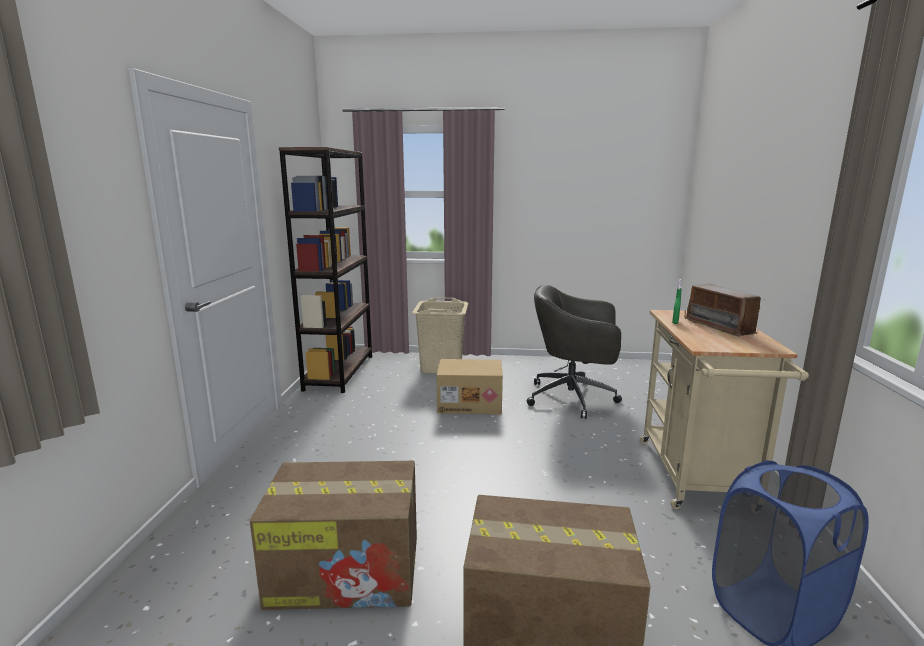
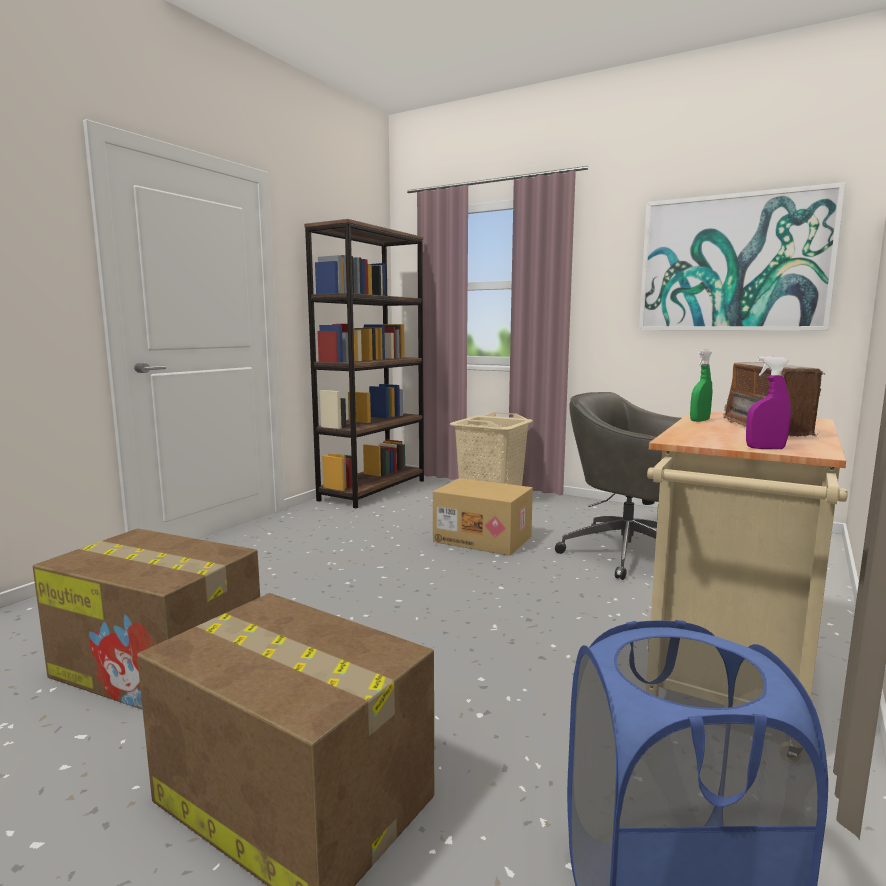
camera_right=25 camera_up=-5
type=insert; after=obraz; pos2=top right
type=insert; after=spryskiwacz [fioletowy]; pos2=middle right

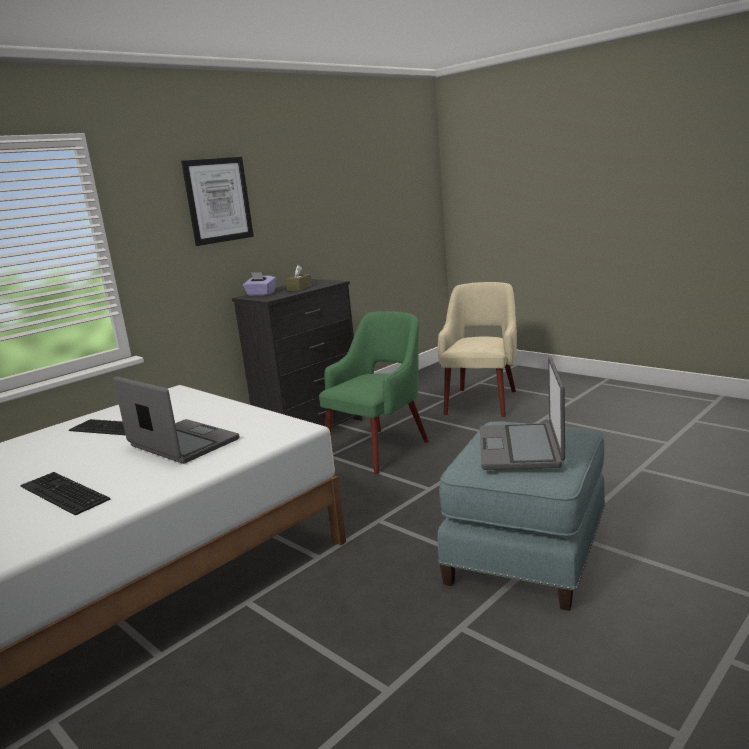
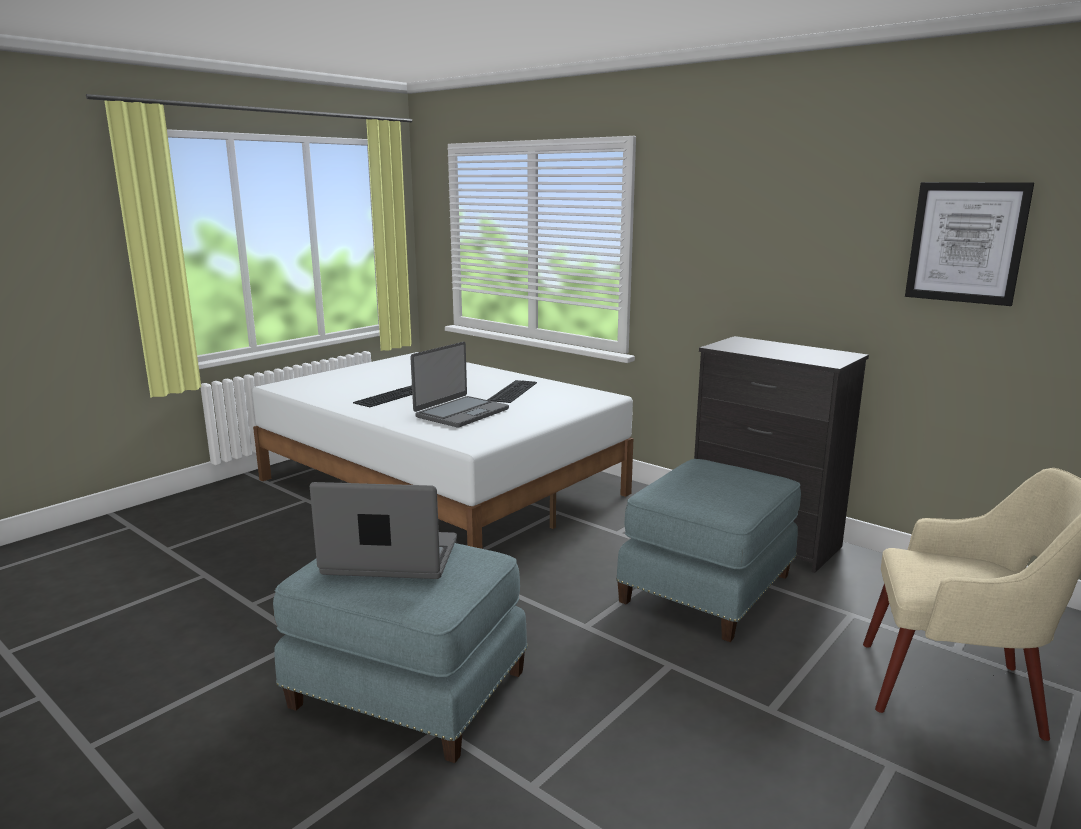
camera_right=85 camera_up=0
type=move; before=obraz; pos1=top left; pos2=top right
type=delete; before=pudełko chusteczek [fioletowy]; pos1=centre
type=delete; before=pudełko chusteczek [brązowy]; pos1=centre
type=replace; before=fotel [zielony]; after=pufa [niebieski] (2nd from left); pos1=centre; pos2=centre

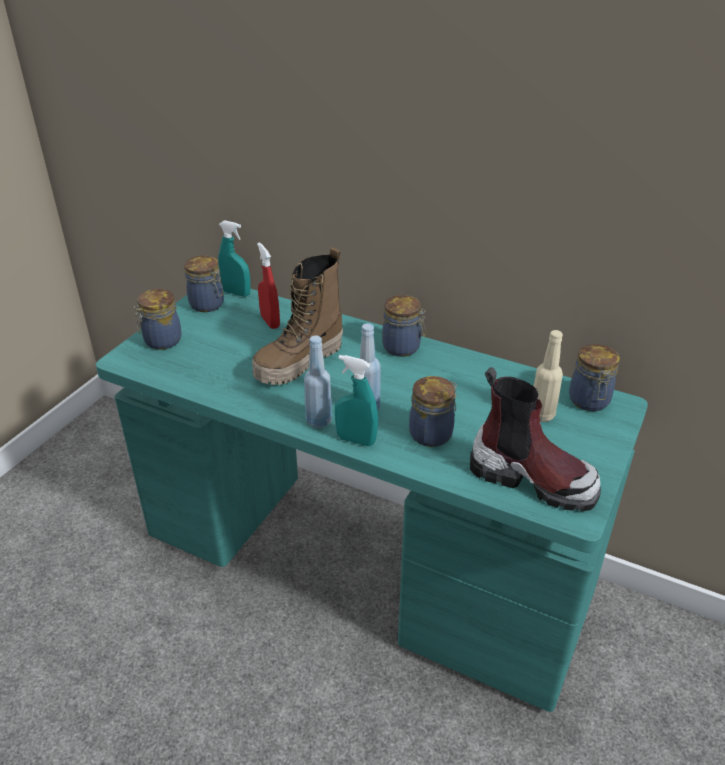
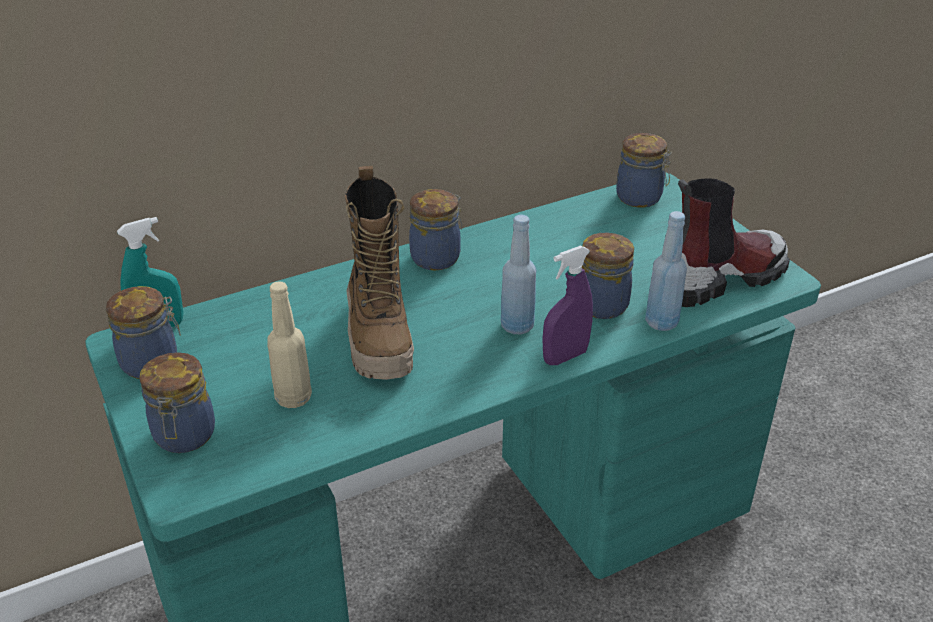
camera_right=-55 camera_up=0
type=delete; before=spryskiwacz [czerwony]; pos1=centre
type=move; before=butelka [niebieski] (1st from left in the first image); after=butelka [niebieski] (2nd from left); pos1=centre; pos2=middle right
type=recolor; before=spryskiwacz [turkusowy] (2nd from left); after=spryskiwacz [fioletowy]; pos1=centre; pos2=centre
type=move; before=butelka [beżowy]; pos1=middle right; pos2=middle left

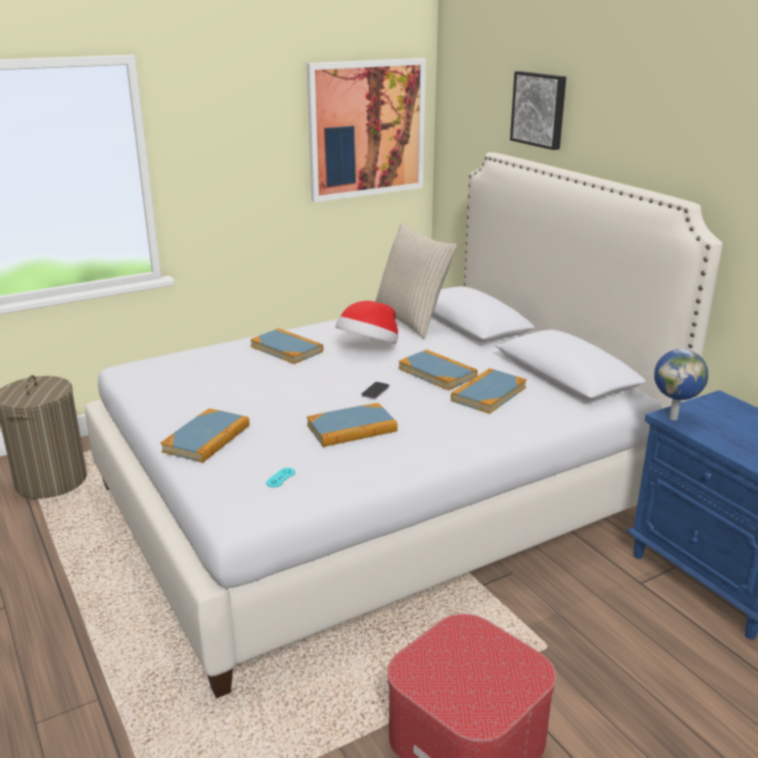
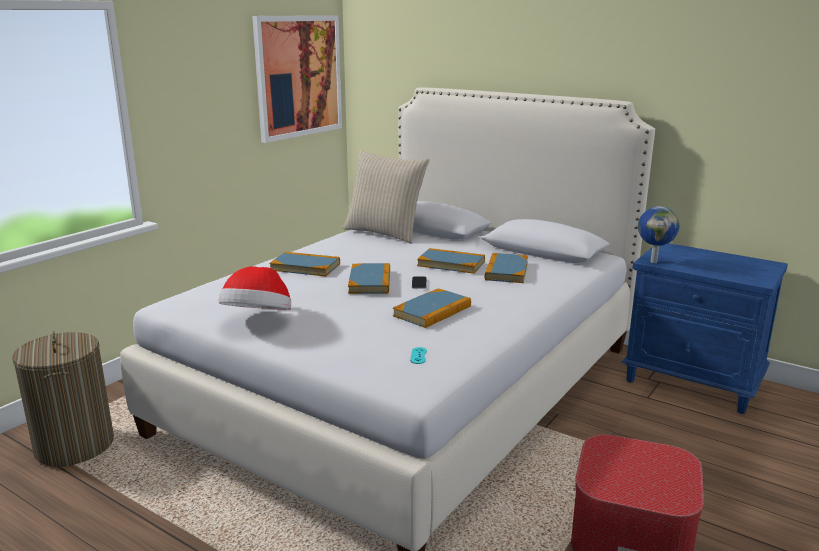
camera_right=-25 camera_up=-5
type=move; before=książka (1st from left in the first image); after=książka (2nd from left); pos1=middle left; pos2=centre
type=move; before=kapelusz; pos1=centre; pos2=middle left
type=delete; before=obraz (2nd from left); pos1=top right

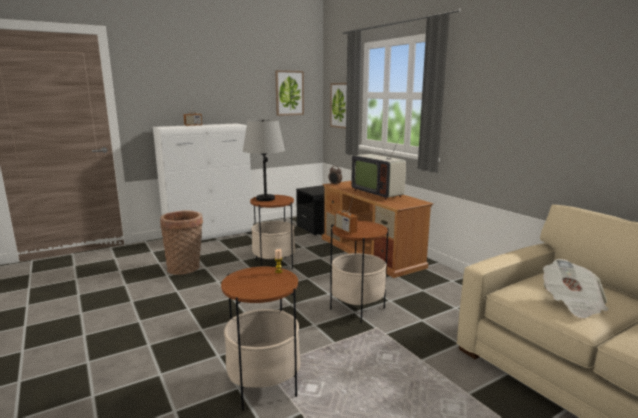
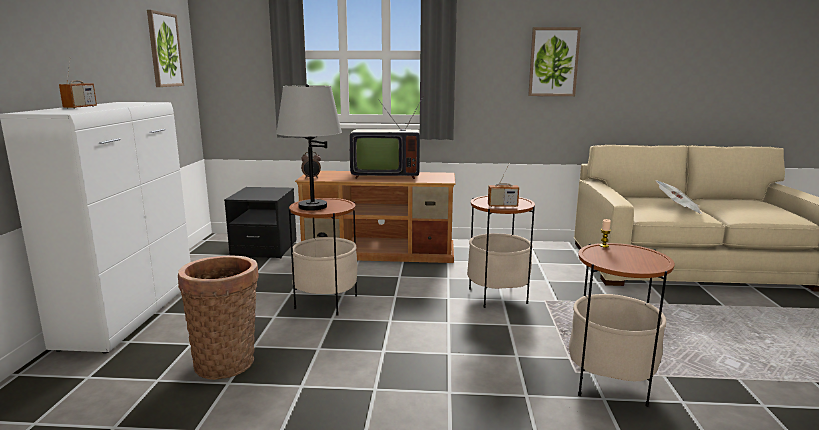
camera_right=-55 camera_up=0
type=move; before=obraz (2nd from left); pos1=top centre; pos2=top right

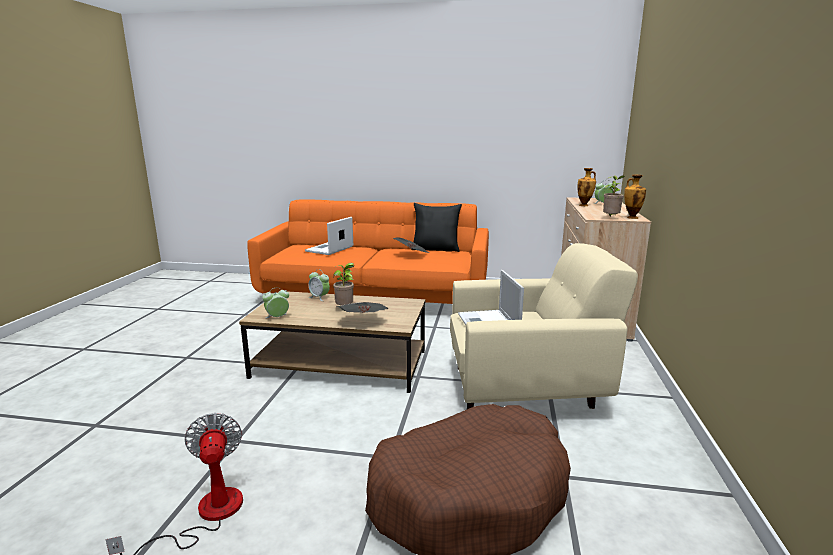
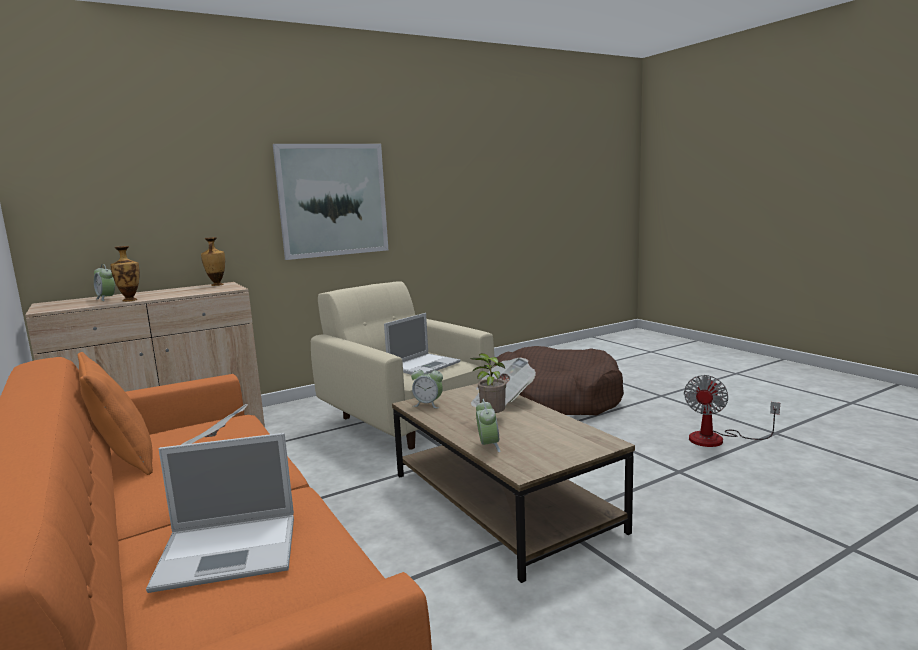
camera_right=-130 camera_up=-5
type=move; before=budzik (1st from left in the first image); after=budzik (2nd from left); pos1=middle left; pos2=centre
type=recolor; before=poduszka [czarny]; after=poduszka [pomarańczowy]; pos1=centre; pos2=middle left
type=delete; before=roślina doniczkowa (2nd from left); pos1=middle right
type=insert; after=obraz; pos2=top centre

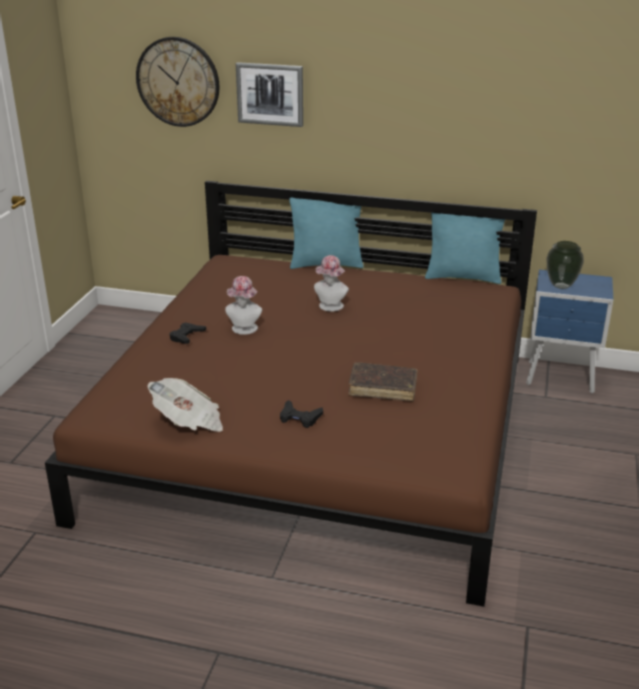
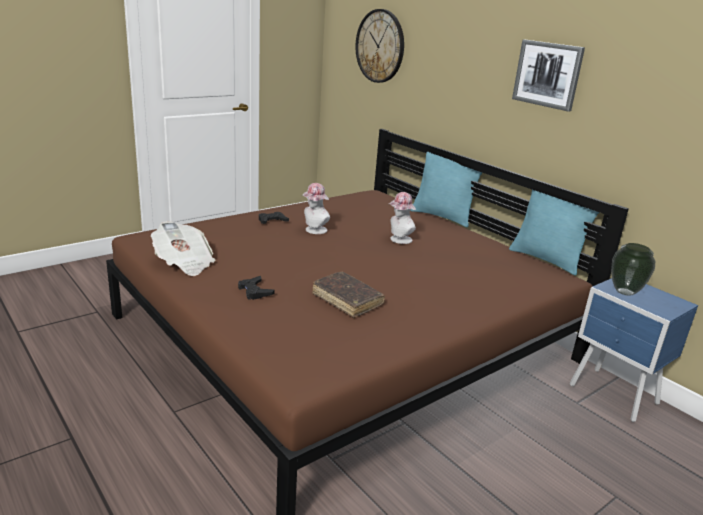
camera_right=35 camera_up=-5
type=move; before=obraz; pos1=top centre; pos2=top right

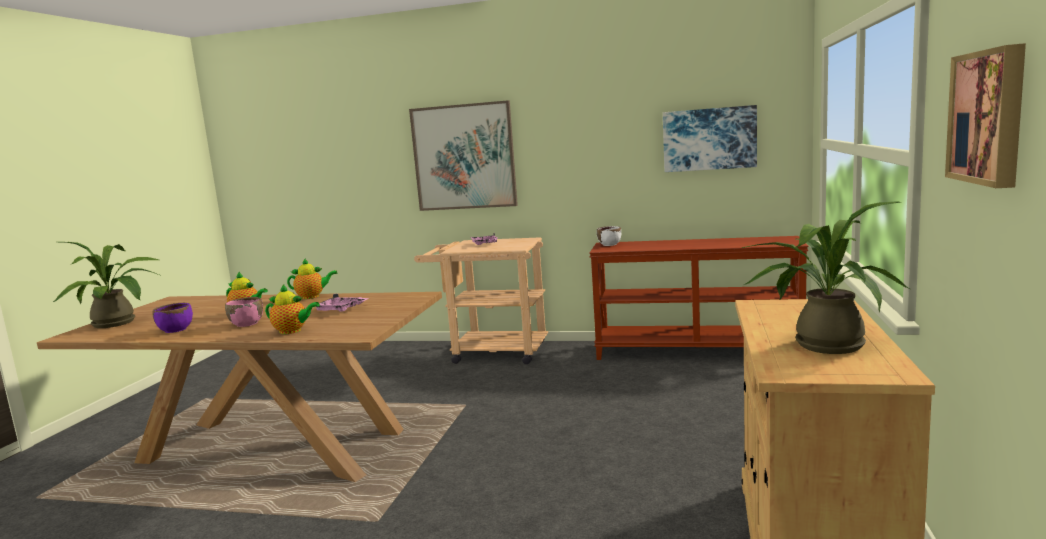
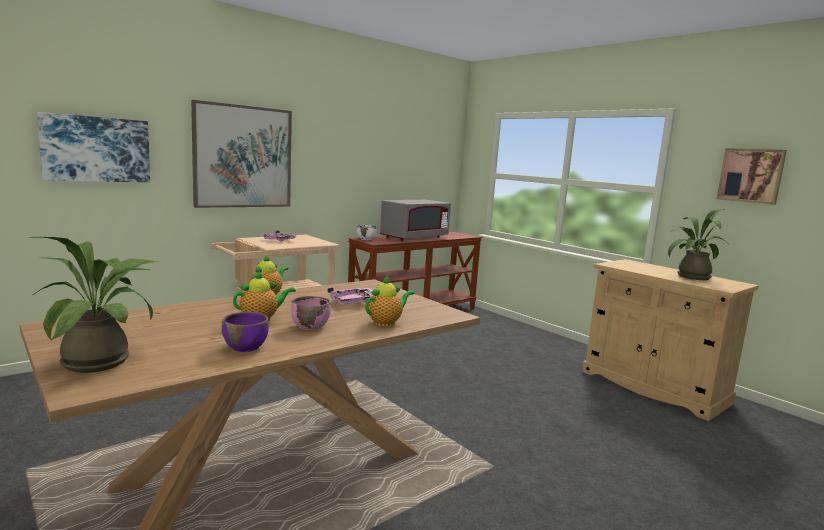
camera_right=-55 camera_up=0
type=move; before=obraz (2nd from left in the first image); after=obraz (1st from left); pos1=top right; pos2=top left
type=insert; after=mikrofalówka [szary]; pos2=centre

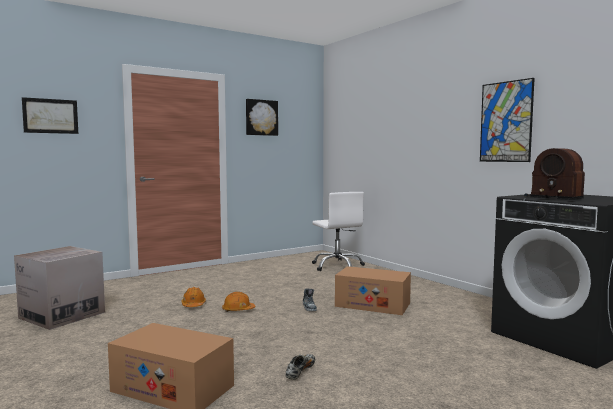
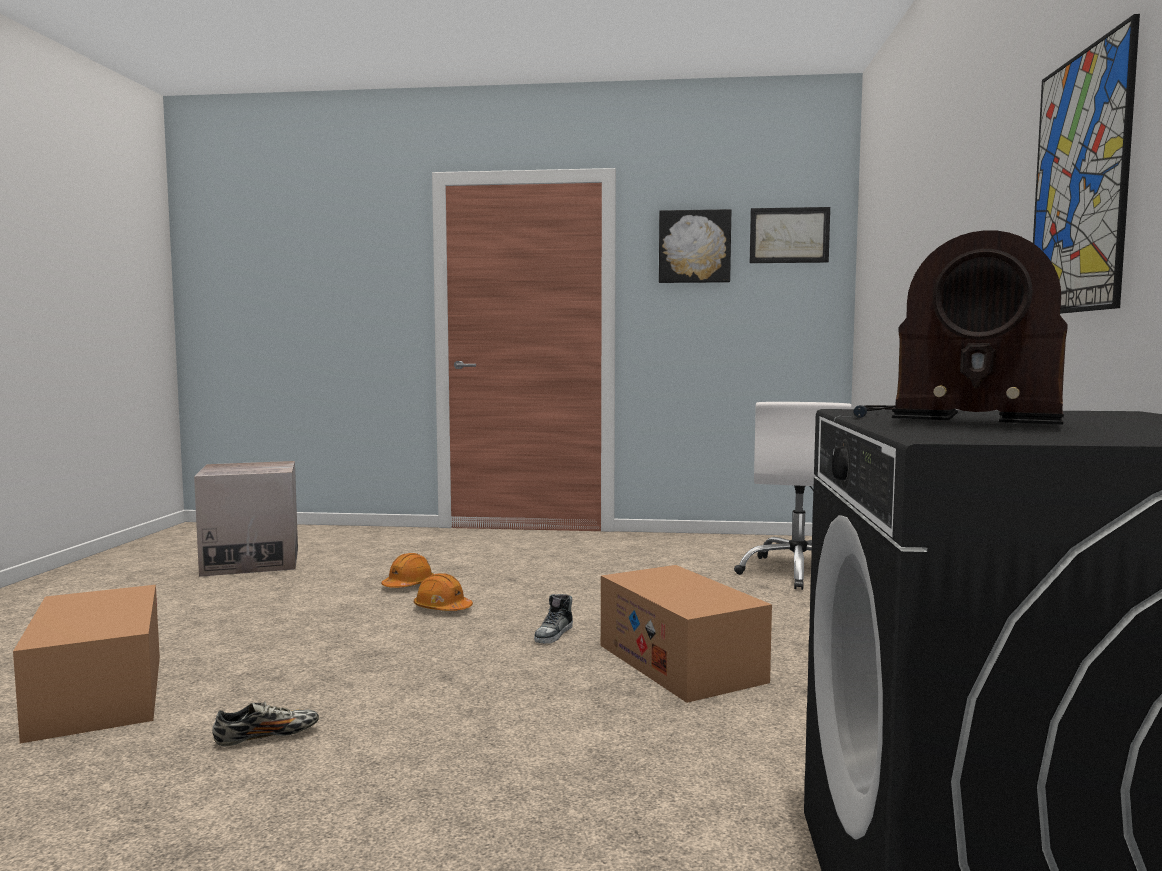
camera_right=40 camera_up=0
type=move; before=obraz (1st from left in the first image); after=obraz (2nd from left); pos1=top left; pos2=top right
type=rotate; before=radio; pos1=middle right; pos2=middle right; turn=-60

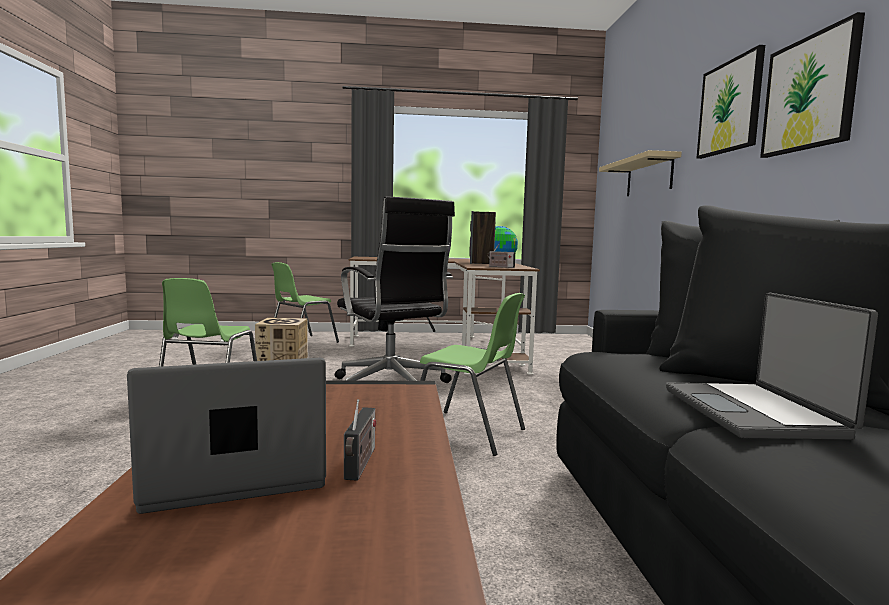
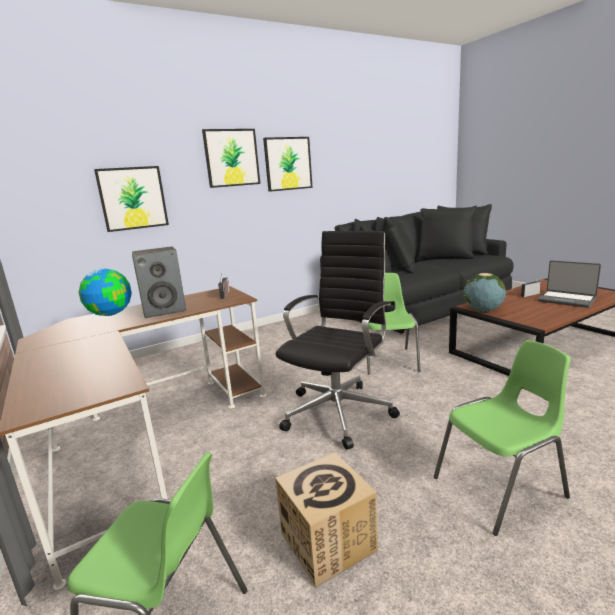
camera_right=-115 camera_up=10
type=replace; before=półka [beżowy]; after=obraz (1st from left); pos1=top right; pos2=top left
type=delete; before=laptop (2nd from left); pos1=middle right
type=insert; after=globus (2nd from left); pos2=middle right

